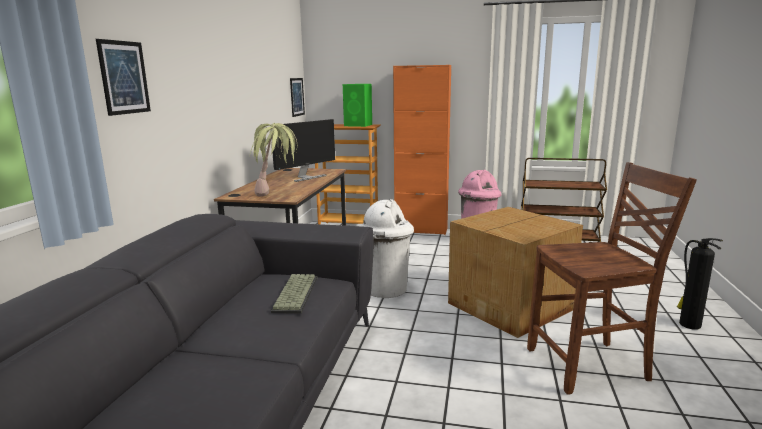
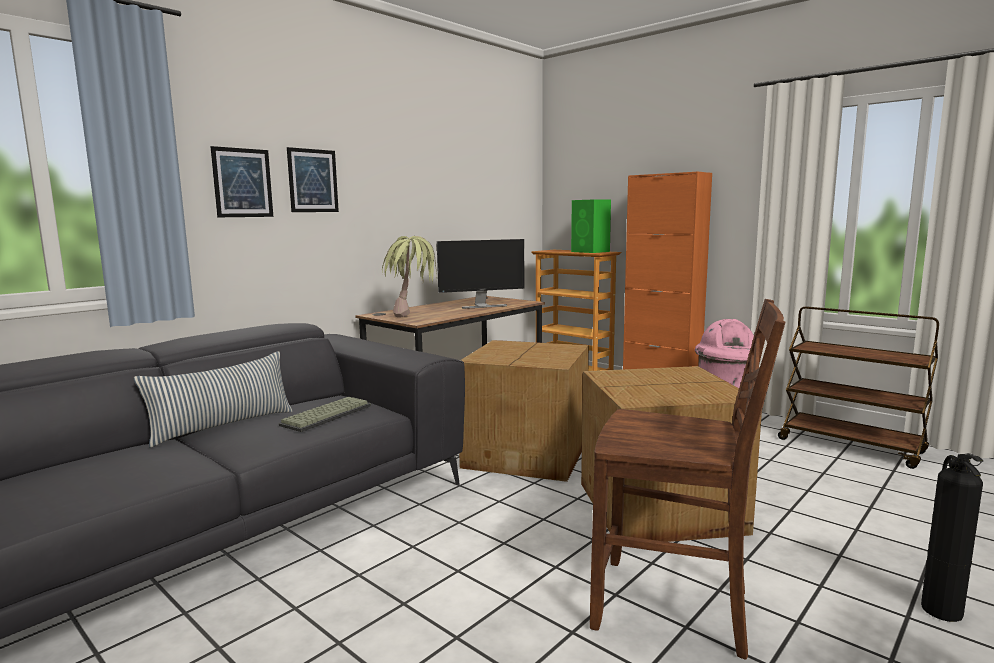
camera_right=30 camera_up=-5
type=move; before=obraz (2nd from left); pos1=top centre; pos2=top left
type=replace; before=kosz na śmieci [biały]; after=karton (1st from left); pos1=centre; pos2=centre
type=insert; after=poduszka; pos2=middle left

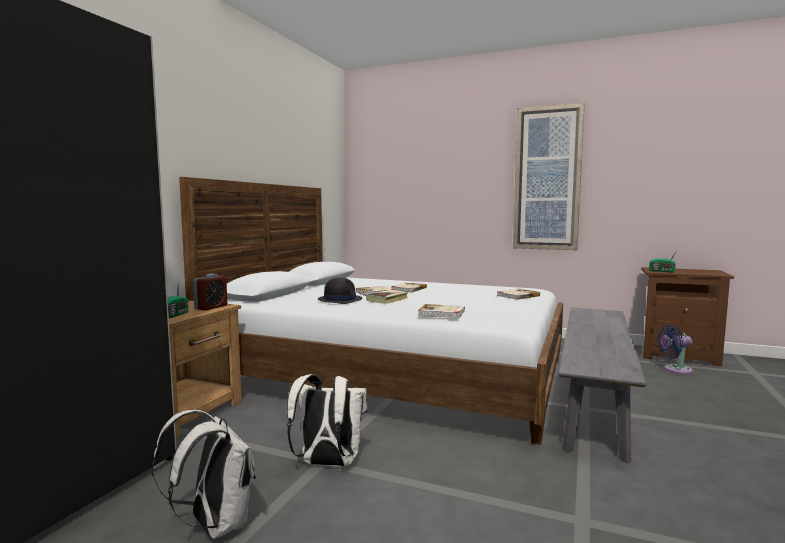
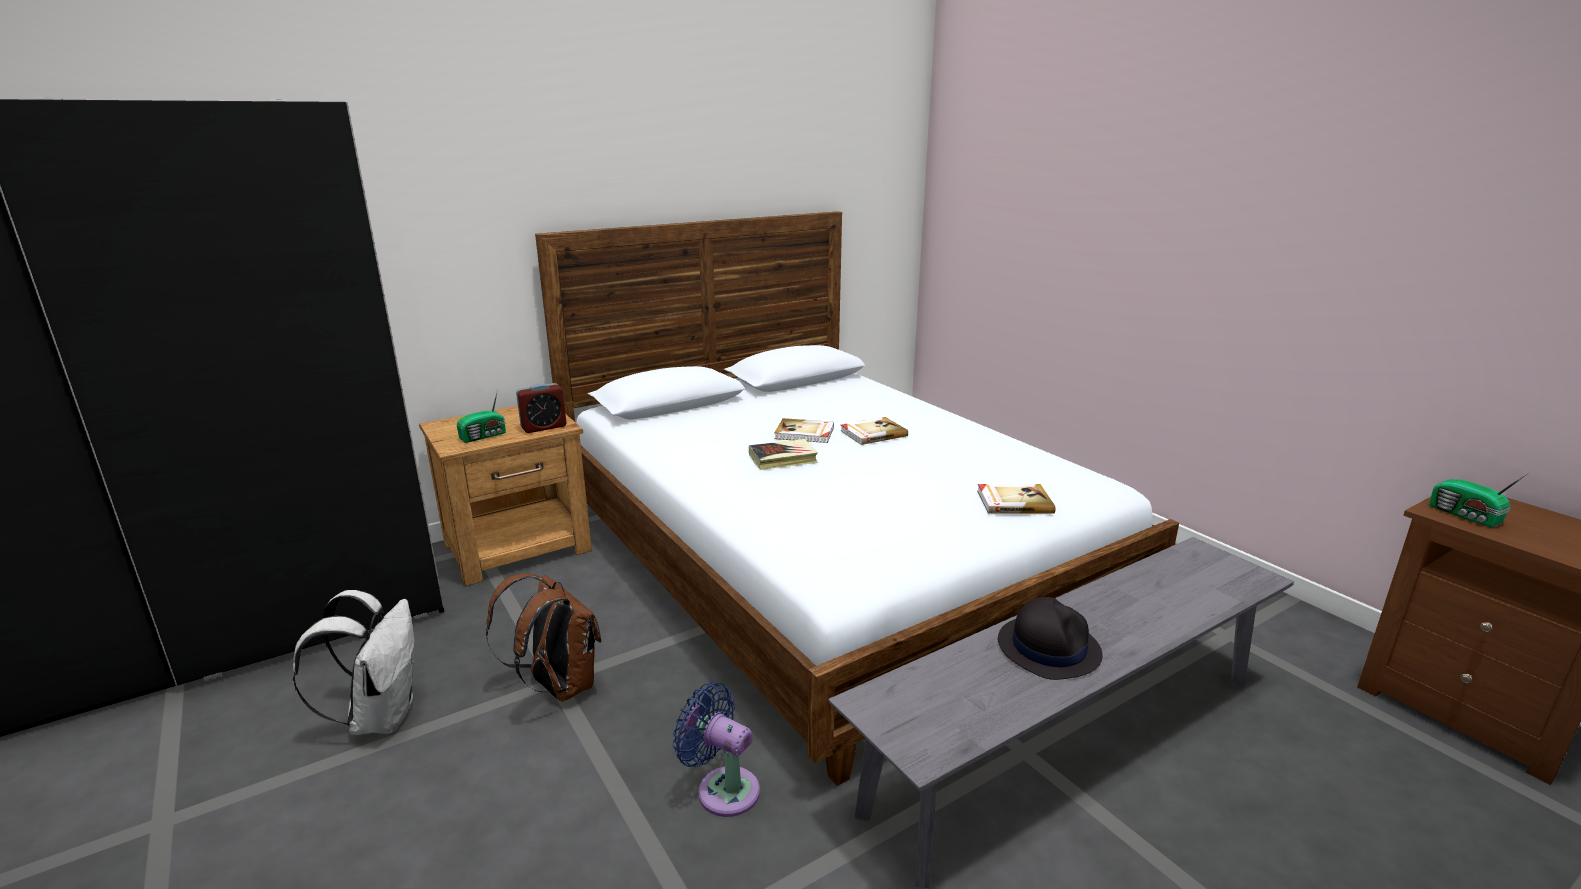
camera_right=35 camera_up=15
type=recolor; before=plecak [biały] (2nd from left); after=plecak [brązowy]; pos1=bottom centre; pos2=bottom centre
type=move; before=kapelusz [czarny]; pos1=centre; pos2=bottom centre
type=delete; before=książka (4th from left); pos1=centre
type=delete; before=obraz; pos1=top right
type=move; before=wentylator [niebieski]; pos1=middle right; pos2=bottom centre

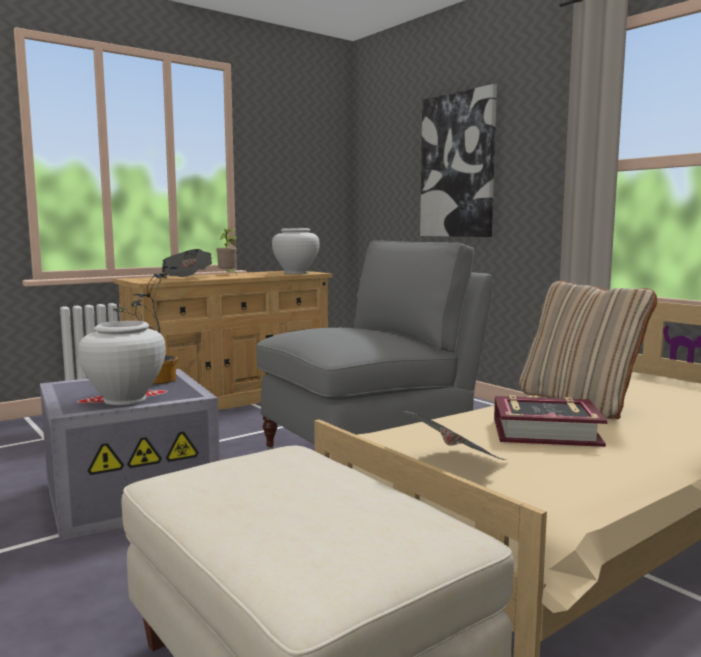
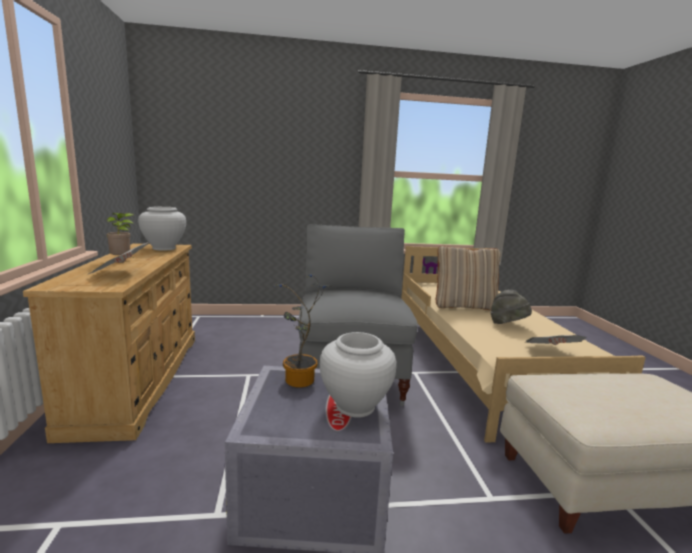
camera_right=-60 camera_up=5
type=delete; before=obraz; pos1=top centre
type=replace; before=książka; after=kapelusz [szary]; pos1=middle right; pos2=middle right

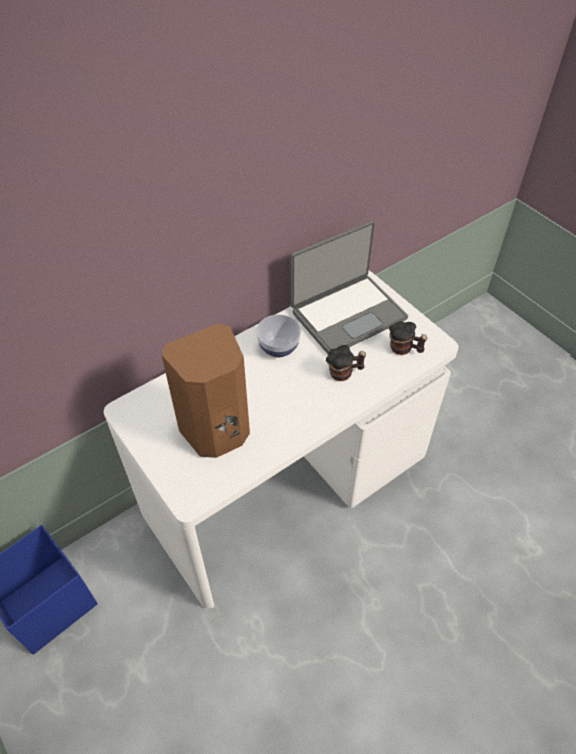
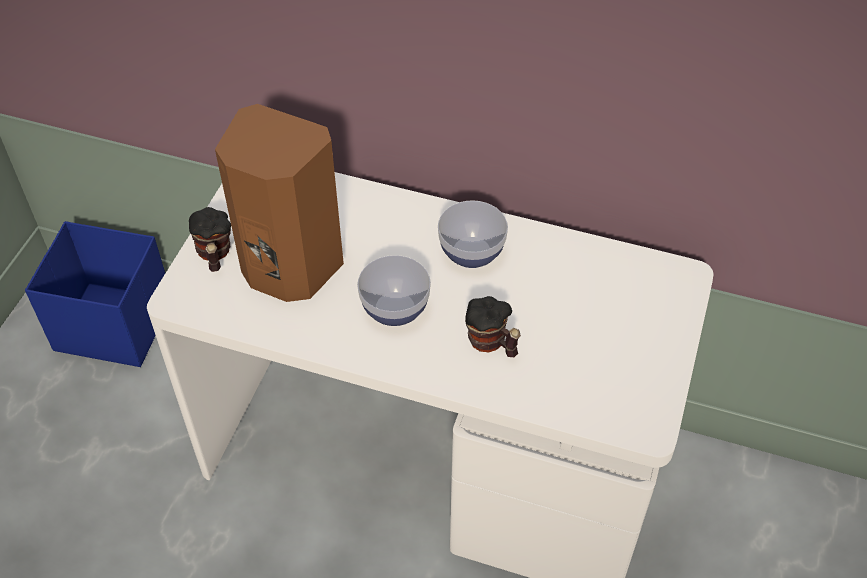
camera_right=55 camera_up=0
type=delete; before=laptop; pos1=centre
type=move; before=kubek (2nd from left in the first image); after=kubek (1st from left); pos1=middle right; pos2=middle left
type=insert; after=miska (1st from left); pos2=centre

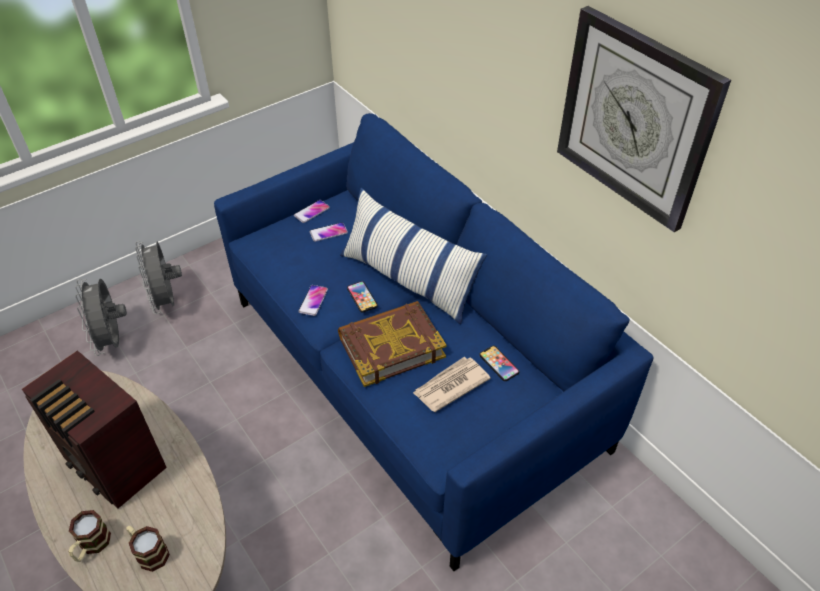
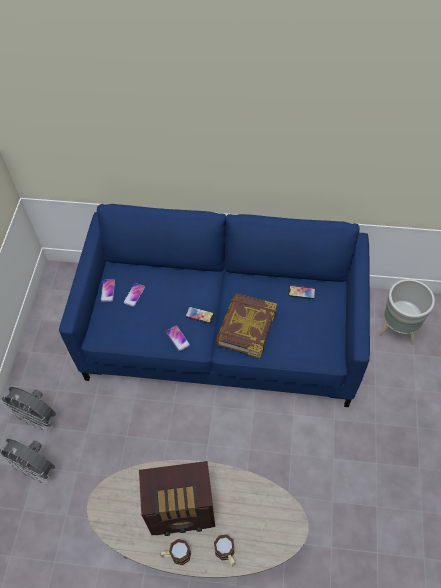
camera_right=-45 camera_up=10
type=move; before=kubek (2nd from left in the first image); after=kubek (1st from left); pos1=bottom left; pos2=bottom centre
type=delete; before=poduszka; pos1=centre
type=delete; before=gazeta; pos1=centre
type=delete; before=zegar ścienny; pos1=top right
type=insert; after=donica [szary]; pos2=middle right

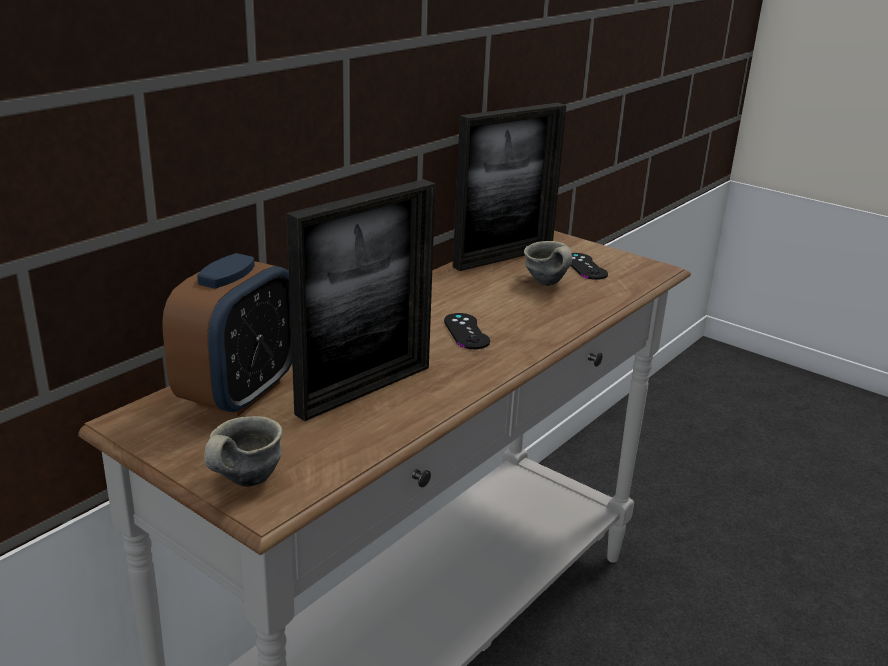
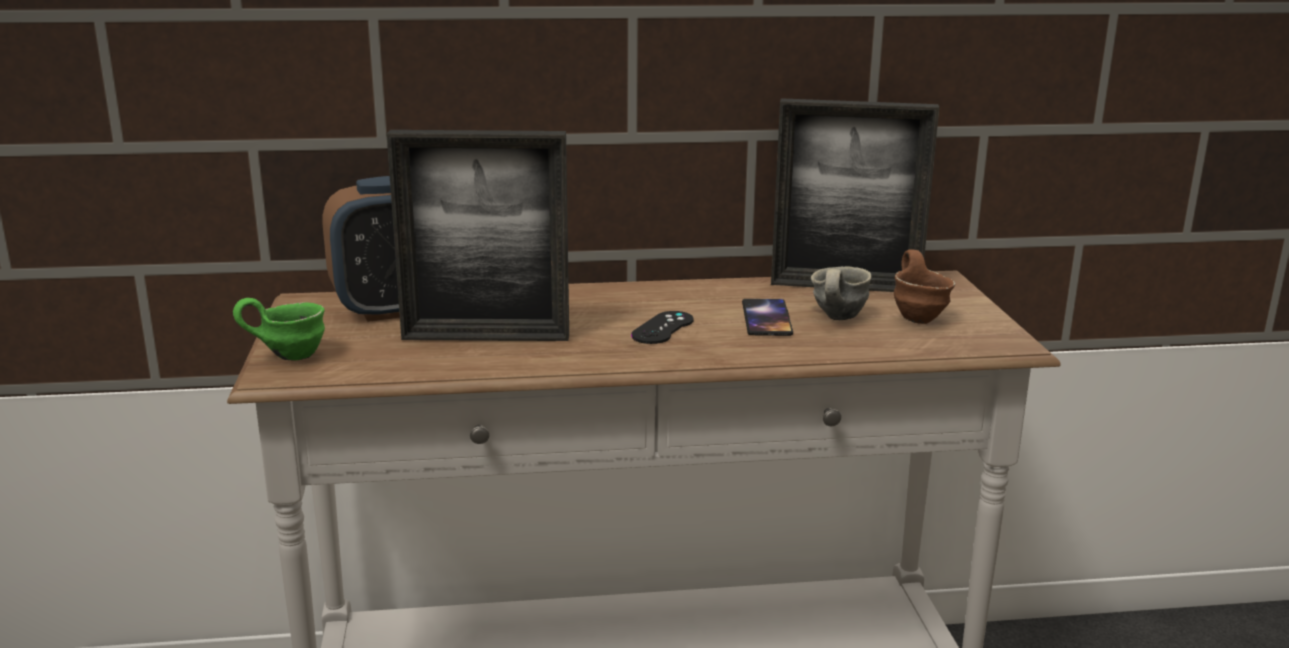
camera_right=45 camera_up=-5
type=recolor; before=kubek [szary] (1st from left); after=kubek [zielony]; pos1=bottom left; pos2=middle left
type=replace; before=pad do gier [czarny] (2nd from left); after=kubek [brązowy]; pos1=centre; pos2=middle right
type=insert; after=telefon; pos2=centre

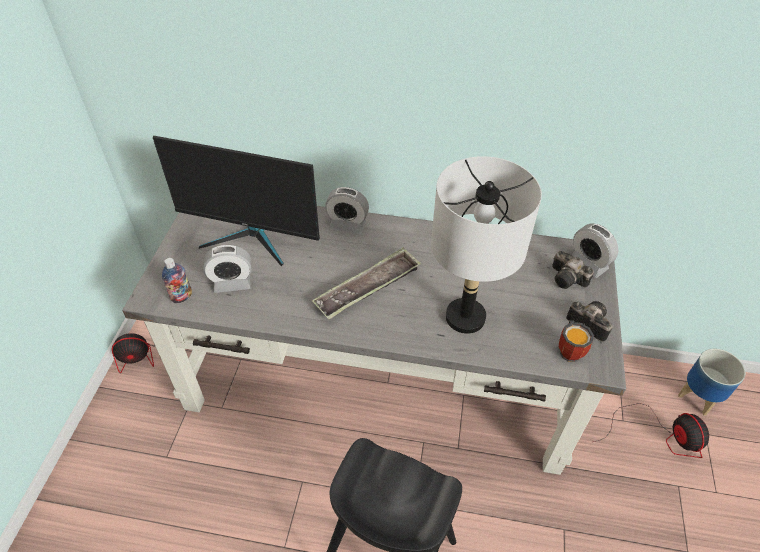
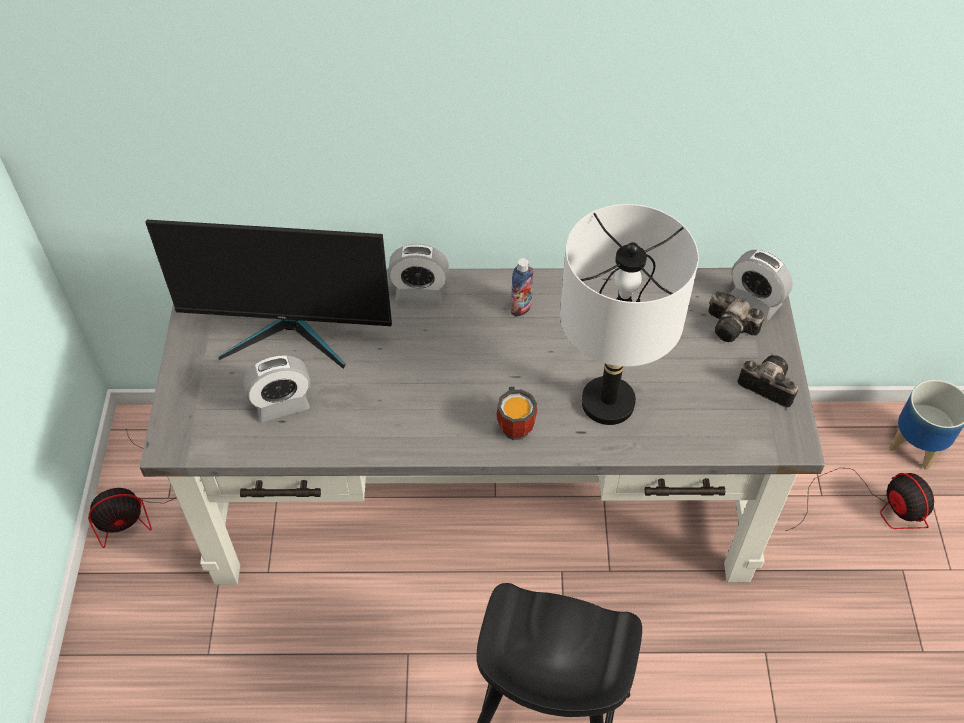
camera_right=-10 camera_up=5
type=move; before=butelka; pos1=middle left; pos2=centre
type=delete; before=taca; pos1=centre
type=move; before=kubek; pos1=middle right; pos2=centre

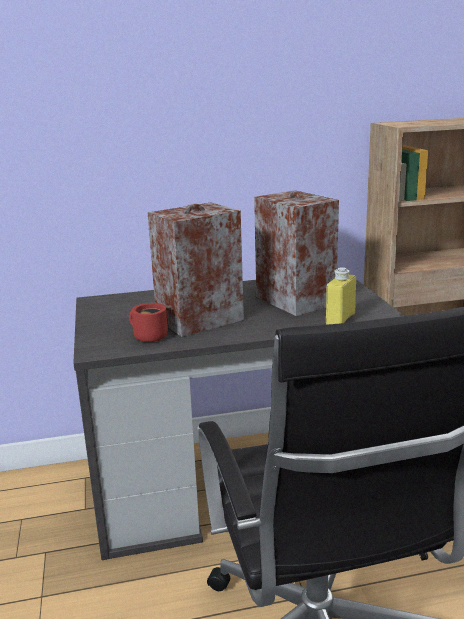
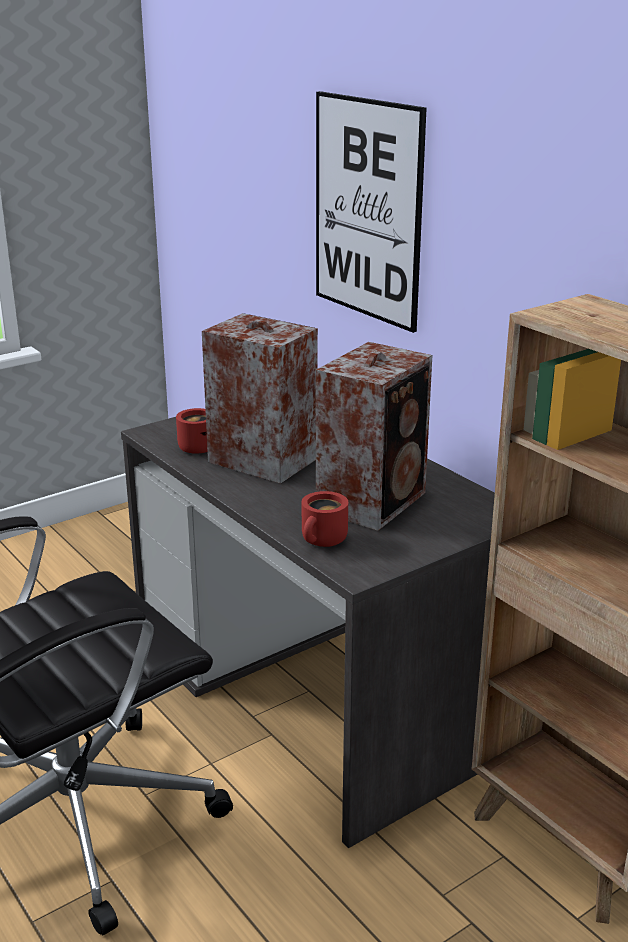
camera_right=65 camera_up=5
type=replace; before=butelka [żółty]; after=kubek [czerwony] (2nd from left); pos1=middle right; pos2=centre
type=insert; after=obraz; pos2=top centre

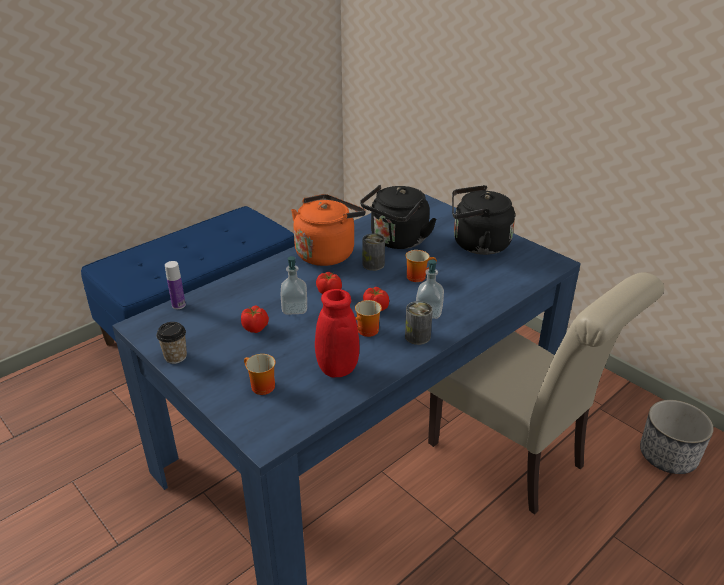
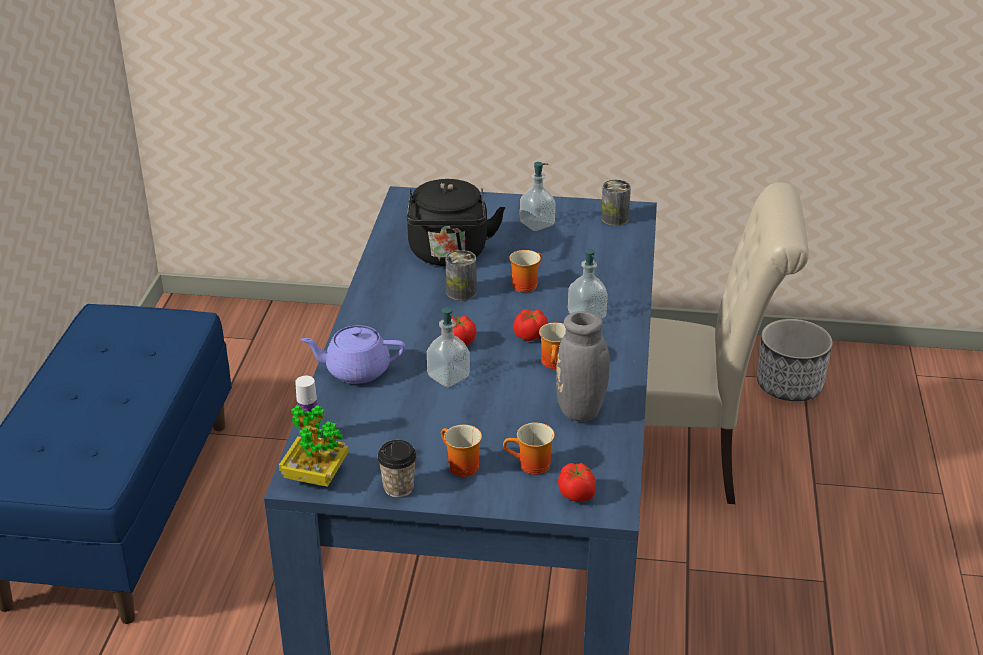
camera_right=-40 camera_up=0
type=move; before=pomidor (1st from left in the first image); after=pomidor (3rd from left); pos1=centre; pos2=bottom centre
type=delete; before=czajnik [pomarańczowy]; pos1=centre
type=recolor; before=wazon [czerwony]; after=wazon [szary]; pos1=centre; pos2=centre
type=move; before=puszka (2nd from left); pos1=centre; pos2=top centre
type=replace; before=czajnik [czarny] (2nd from left); after=dozownik mydła (2nd from left); pos1=middle right; pos2=top centre
type=insert; after=roślina doniczkowa; pos2=bottom left
type=insert; after=imbryk [fioletowy]; pos2=centre
type=insert; after=kubek (1st from left); pos2=bottom centre

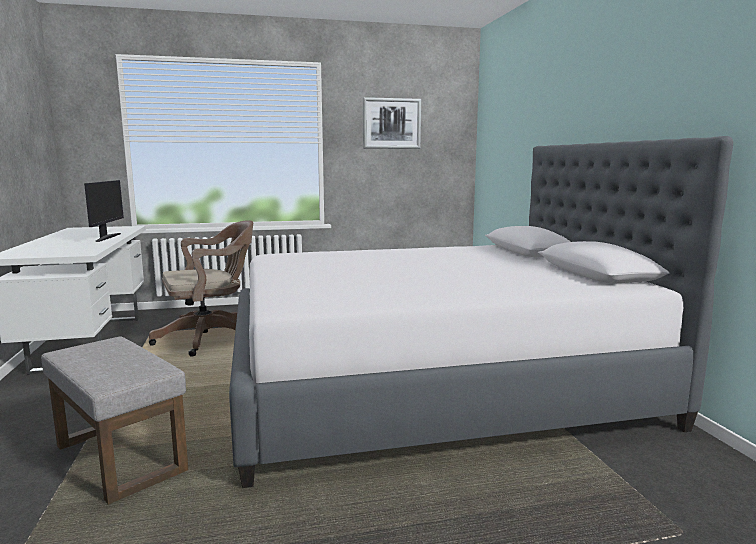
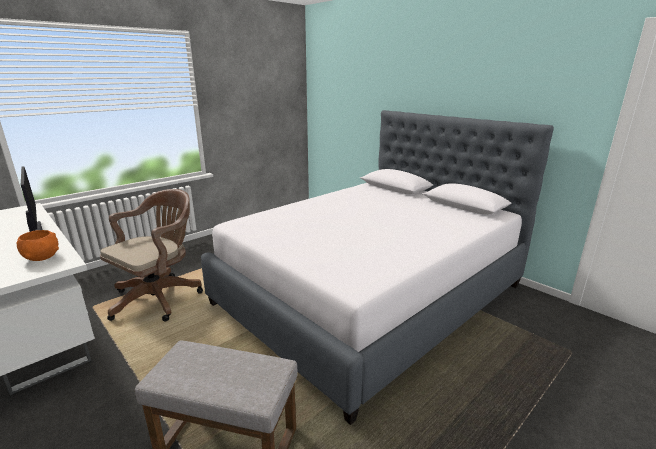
camera_right=-30 camera_up=10
type=delete; before=obraz; pos1=top centre
type=insert; after=miska [pomarańczowy]; pos2=middle left

